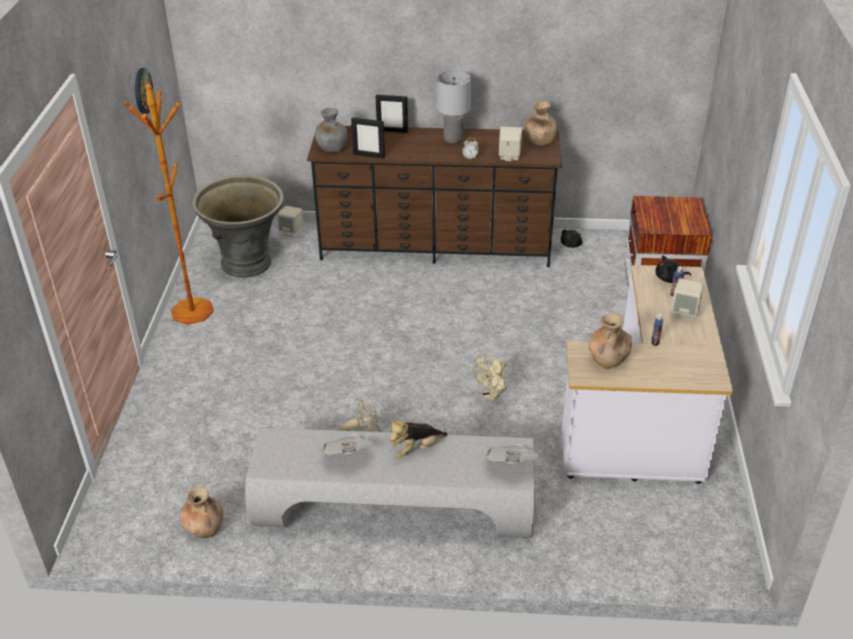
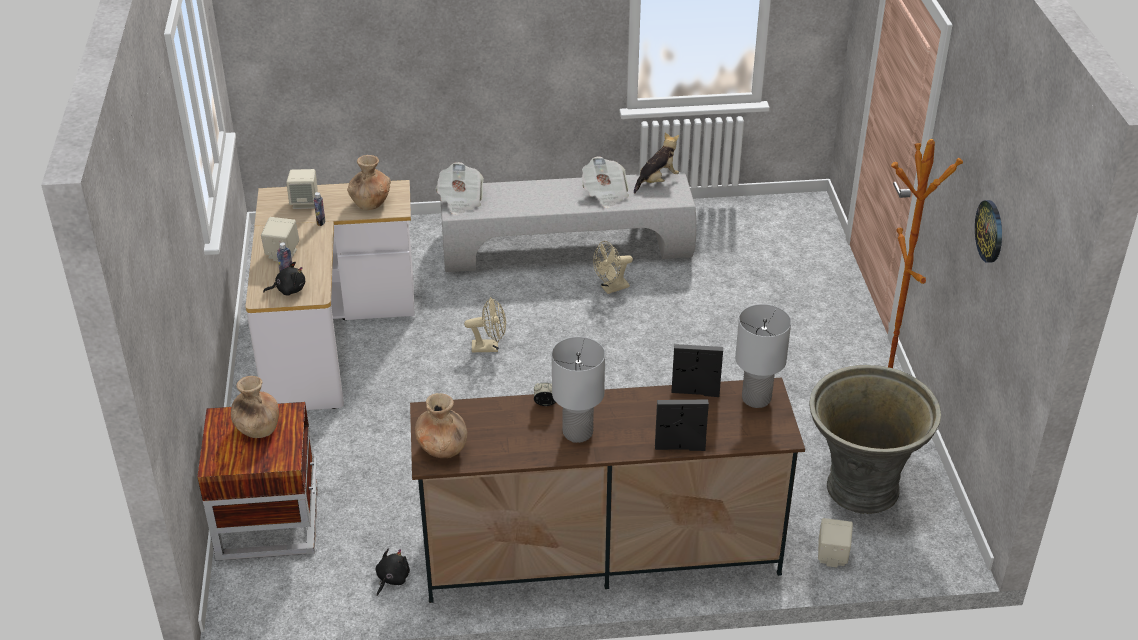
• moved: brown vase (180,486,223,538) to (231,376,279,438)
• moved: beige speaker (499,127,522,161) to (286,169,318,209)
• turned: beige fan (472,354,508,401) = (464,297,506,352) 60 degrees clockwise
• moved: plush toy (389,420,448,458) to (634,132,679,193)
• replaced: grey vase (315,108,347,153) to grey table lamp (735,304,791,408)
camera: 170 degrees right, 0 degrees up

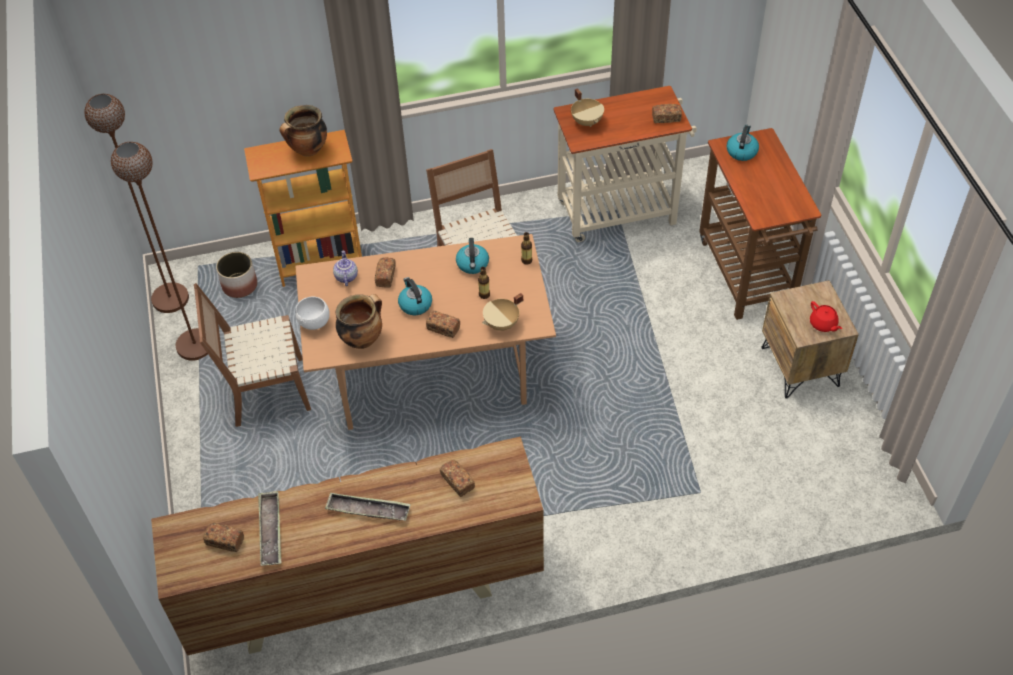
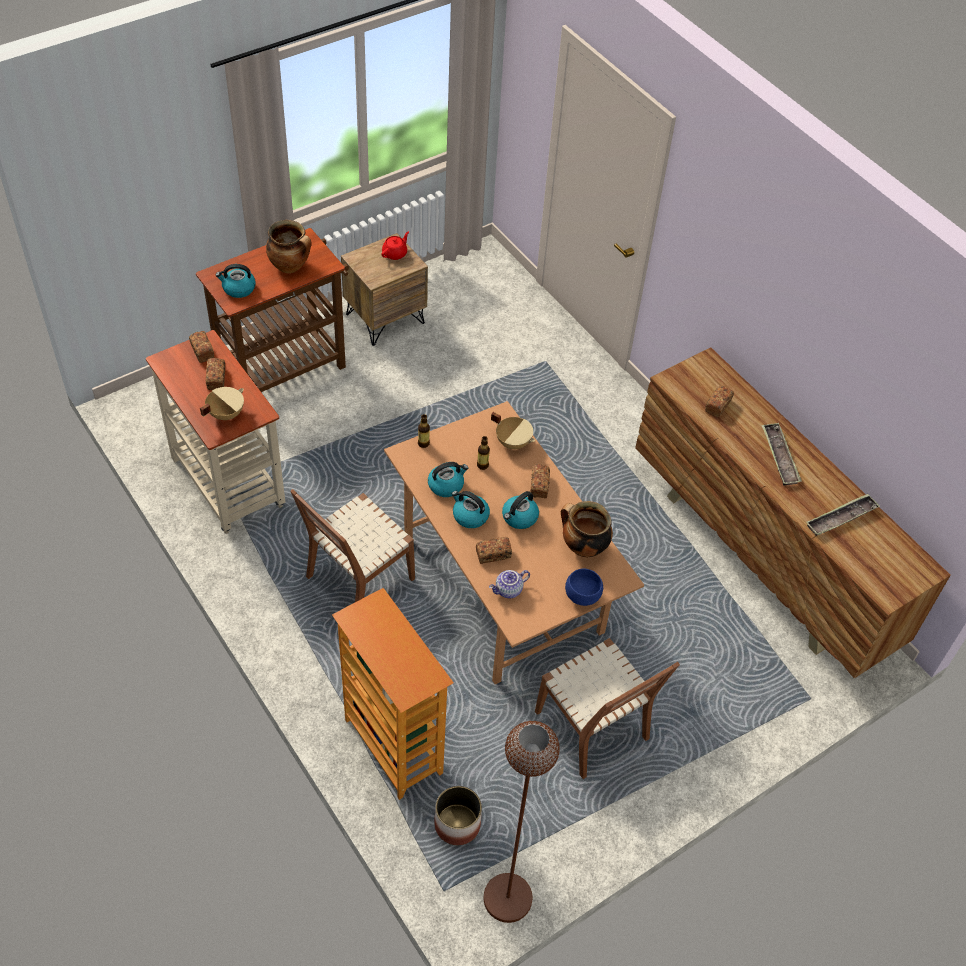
• moved: bread (203,523,244,552) to (206,358,225,390)
• moved: cooking pot (279,105,327,157) to (266,220,312,273)
• added: kettle (452,491,490,528)
• recoloured: white bowl (295,297,330,330) to blue bowl (565,569,603,606)
• removed: brown floor lamp (111,142,208,361)
camera: 115 degrees left, 0 degrees up

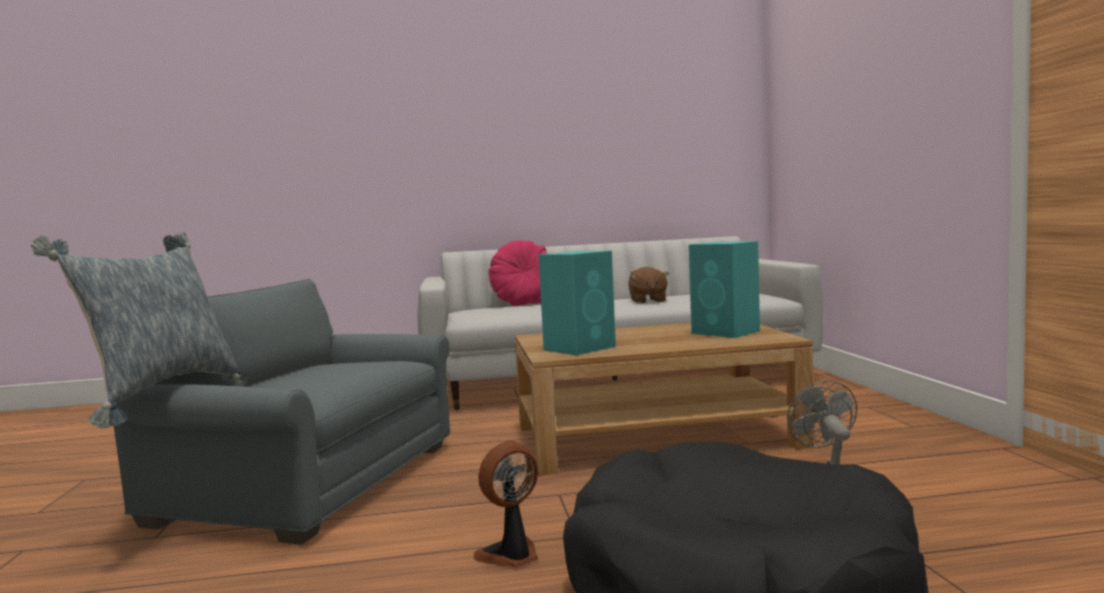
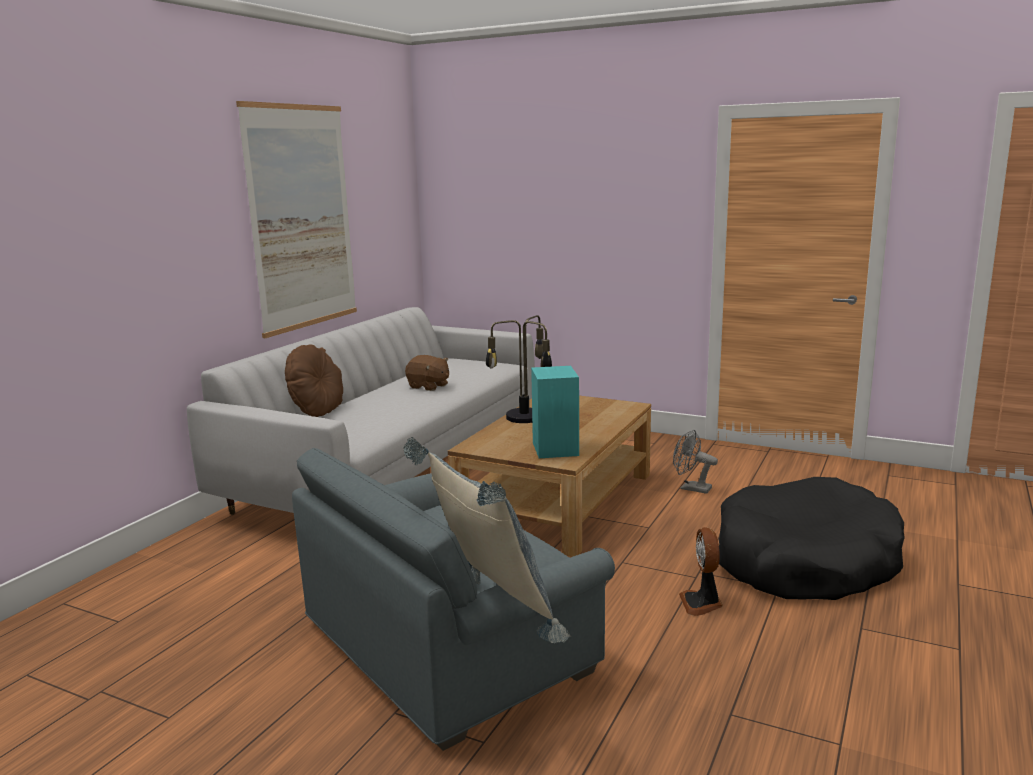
• added: picture (236,101,357,338)
• recoloured: pink pillow (488,240,547,306) to brown pillow (285,344,343,417)
• added: table lamp (486,315,552,423)
• removed: turquoise speaker (689,241,760,338)
camera: 55 degrees left, 10 degrees up

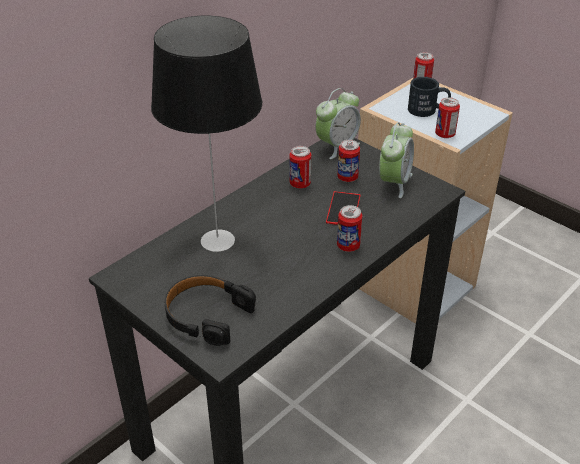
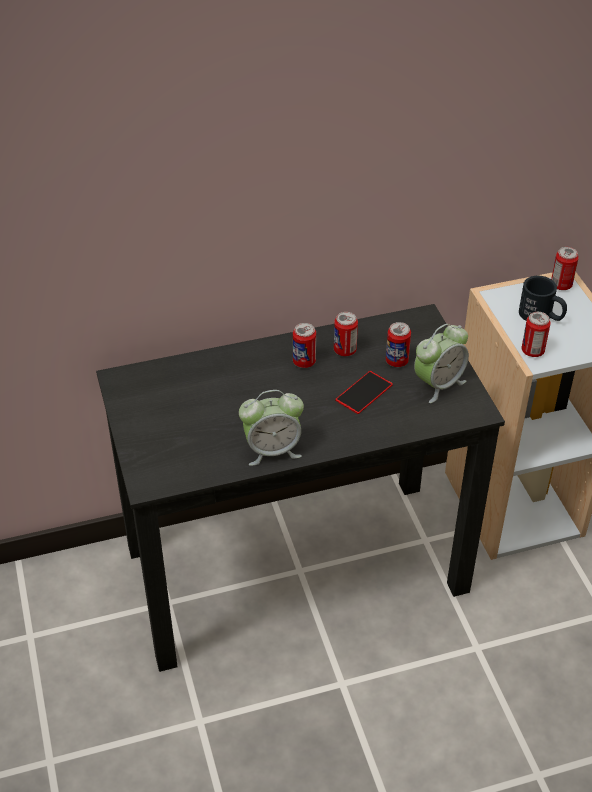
• moved: alarm clock (315,88,361,159) to (239,390,304,466)
• moved: can (337,205,362,252) to (293,323,316,368)
• removed: table lamp (151,16,262,252)
• removed: black headphones (165,275,256,346)
camera: 30 degrees right, 5 degrees up

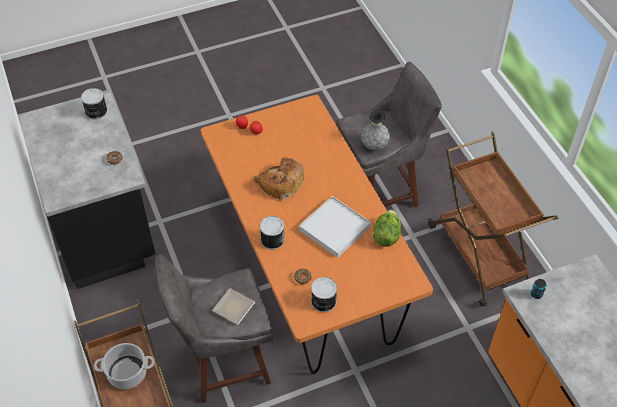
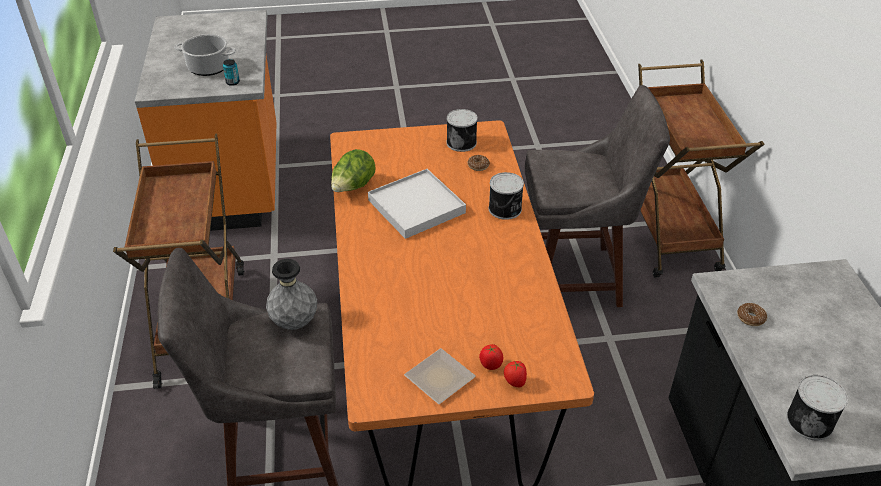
• moved: cooking pot (94,343,155,389) to (174,34,236,76)
• moved: plate (212,288,255,325) to (404,348,476,404)
• removed: bread (254,157,304,201)
camera: 165 degrees left, 10 degrees down

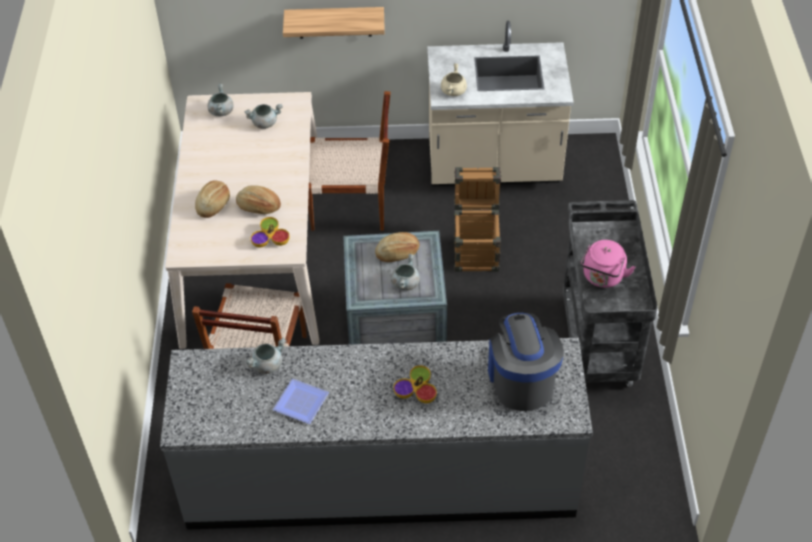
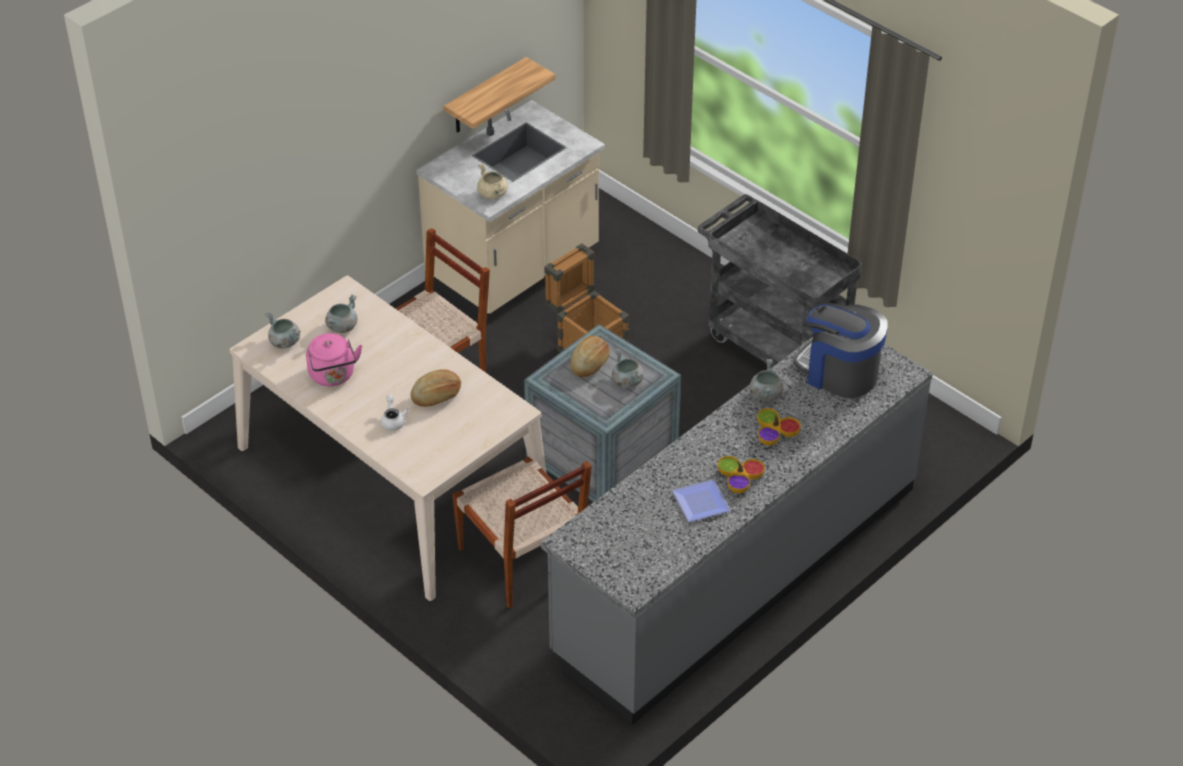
• moved: pink kettle (580,240,635,288) to (306,333,362,386)
• replaced: bread (195,180,230,218) to white teapot (381,395,409,431)
• moved: shelf (283,7,385,38) to (444,57,556,133)
• moved: bowl (251,217,290,248) to (718,456,765,493)
• moved: grey cooking pot (246,338,286,374) to (750,359,783,401)
camera: 45 degrees left, 5 degrees down

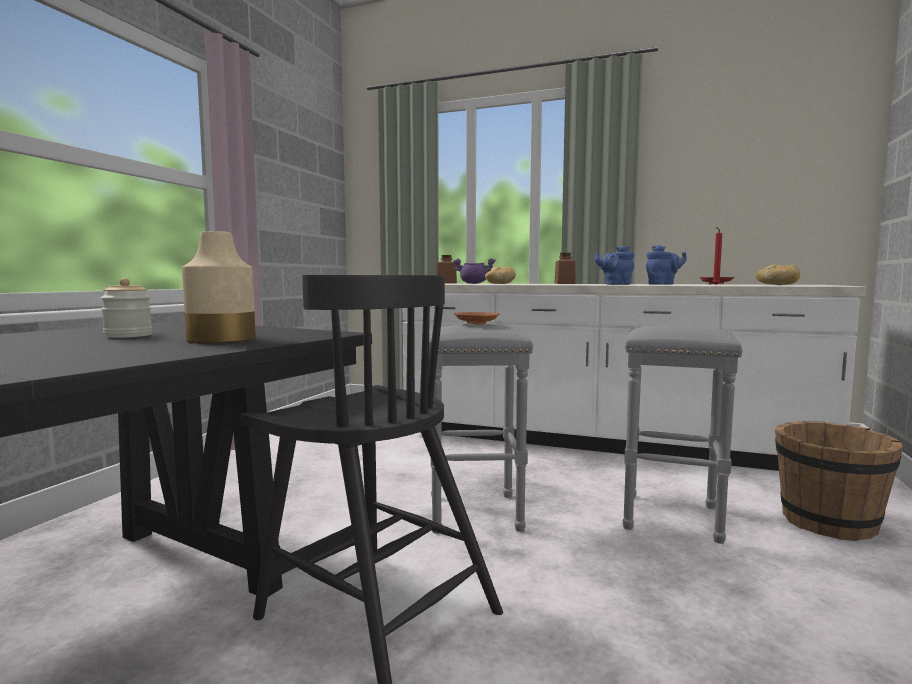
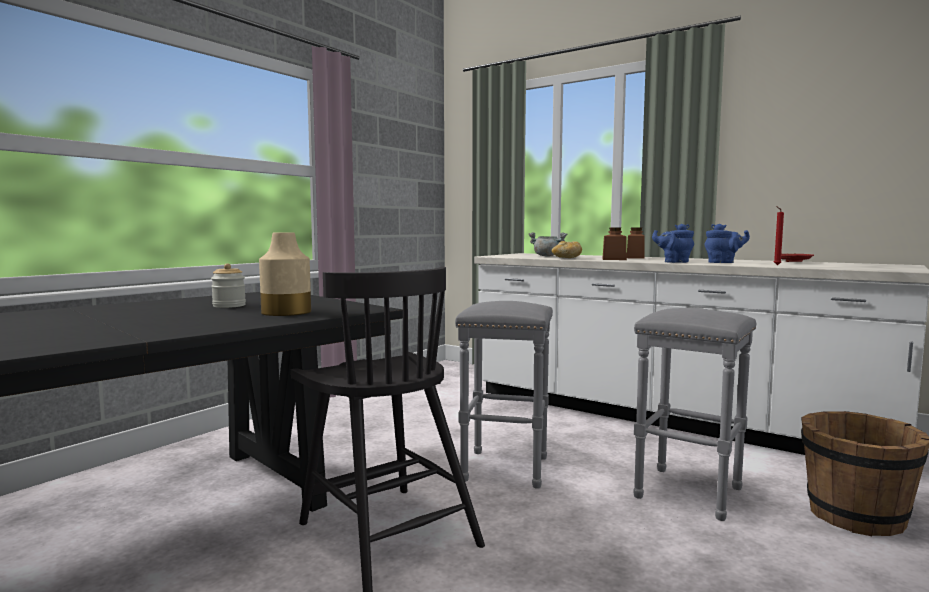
• recoloured: purple cooking pot (454,258,495,284) to grey cooking pot (529,232,567,256)
• moved: brown jar (437,255,457,283) to (602,227,627,260)
• removed: brown plate (453,312,499,324)
• removed: bread (755,264,800,285)
camera: 15 degrees right, 0 degrees up

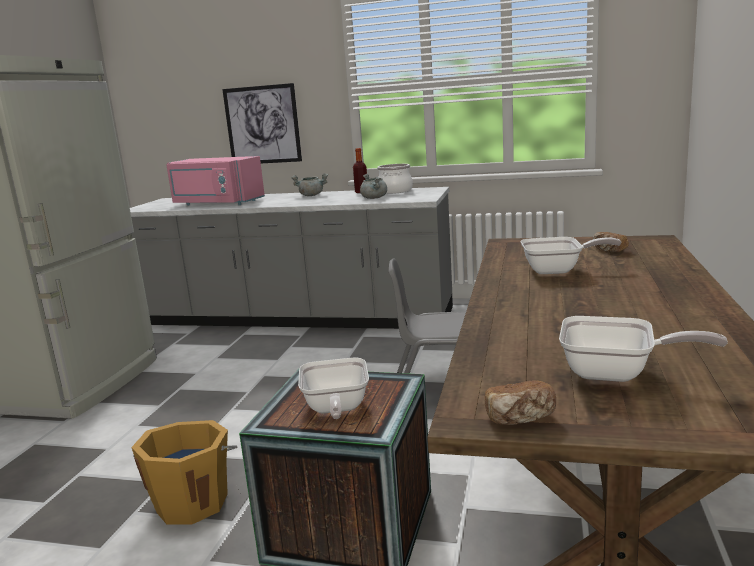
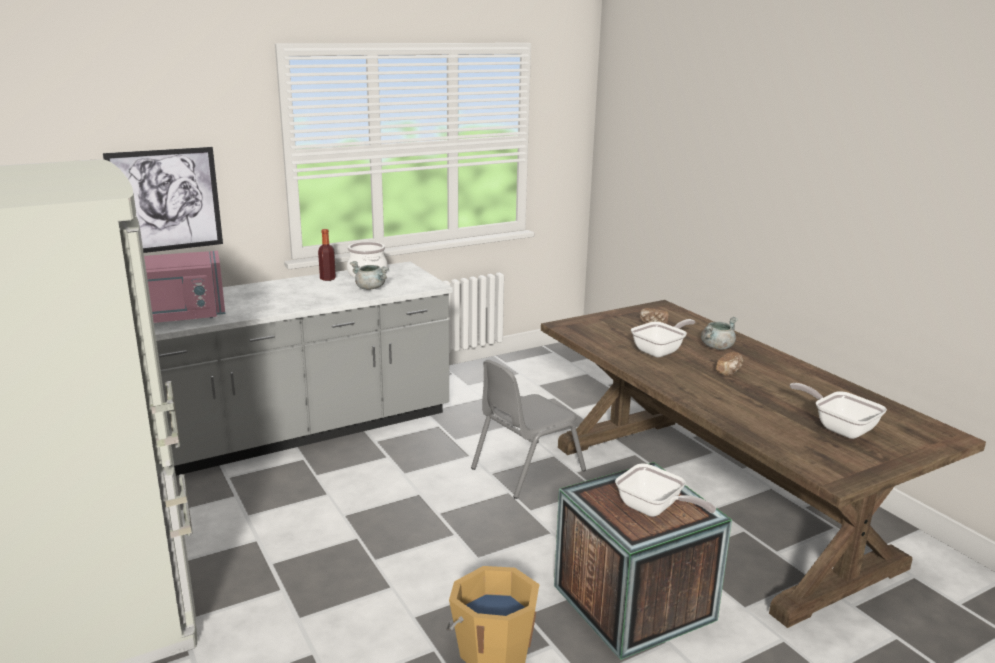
• moved: grey cooking pot (291,173,328,196) to (701,317,738,350)
• moved: bread (485,380,556,425) to (716,352,744,376)
• turned: frying pan (559,316,728,382) = (790,383,887,439) 105 degrees counterclockwise
camera: 45 degrees left, 5 degrees up

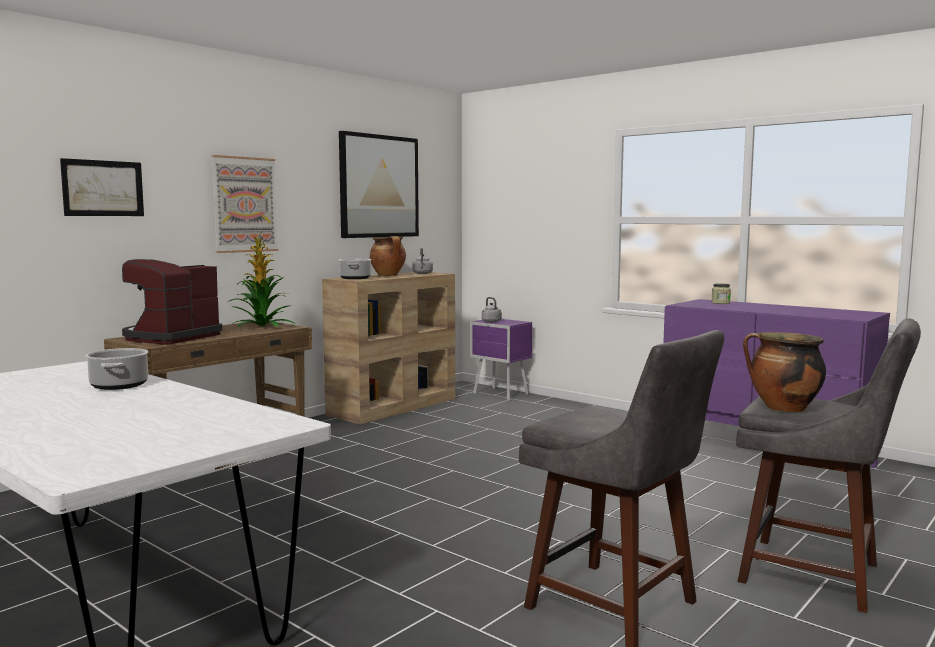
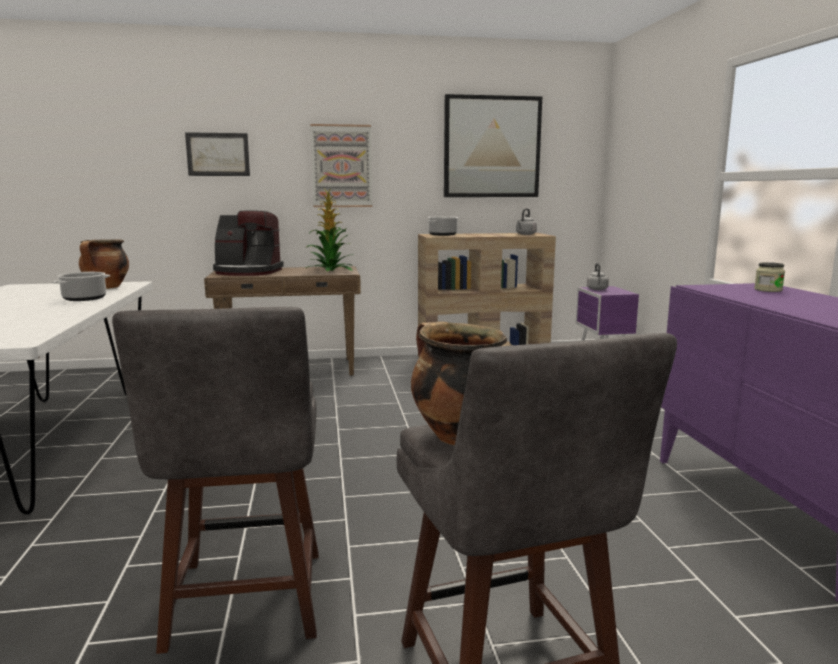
• moved: cooking pot (370,236,406,276) to (79,240,129,289)
• turned: coffee machine (122,259,222,344) = (213,210,284,276) 150 degrees counterclockwise
camera: 40 degrees right, 5 degrees up

